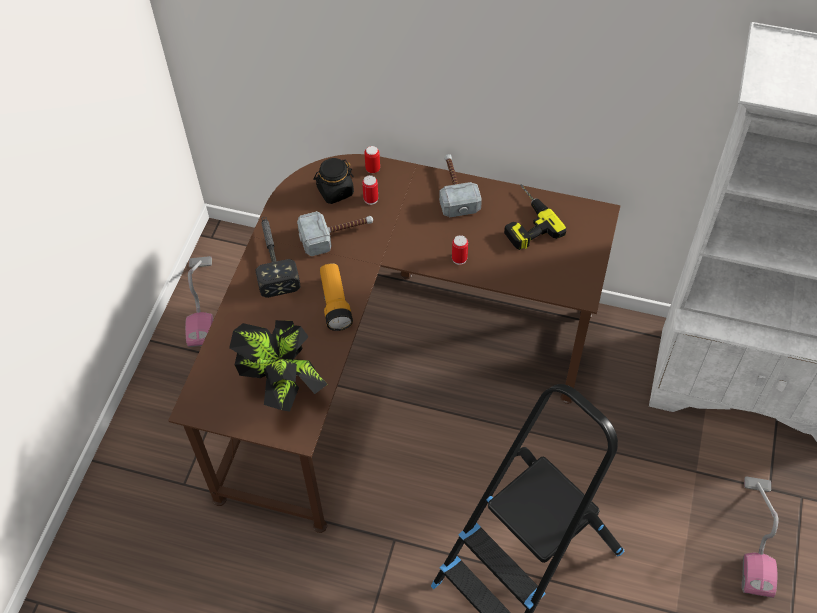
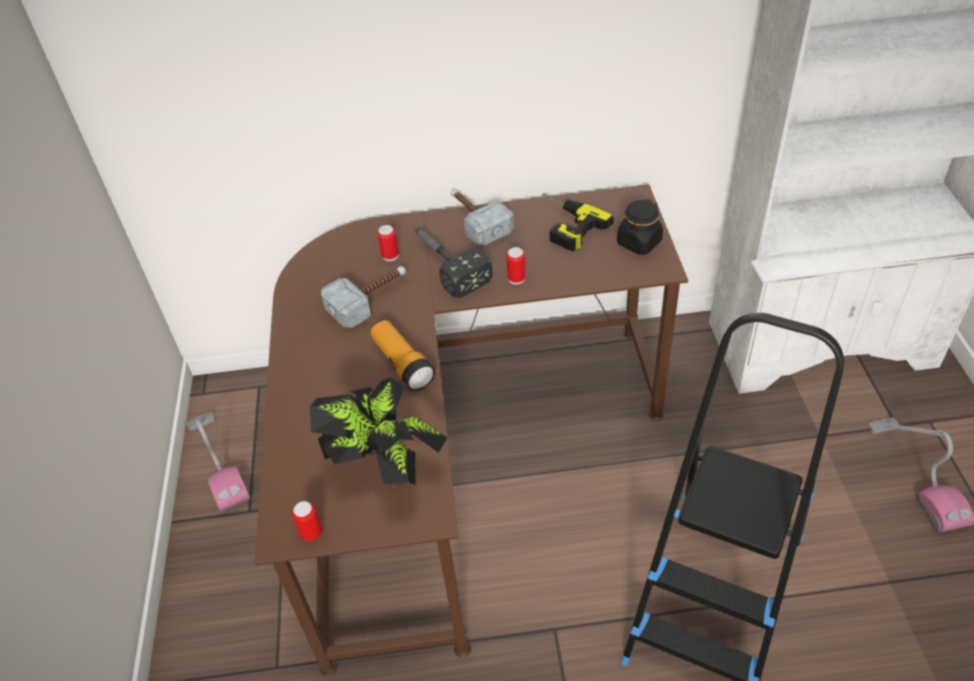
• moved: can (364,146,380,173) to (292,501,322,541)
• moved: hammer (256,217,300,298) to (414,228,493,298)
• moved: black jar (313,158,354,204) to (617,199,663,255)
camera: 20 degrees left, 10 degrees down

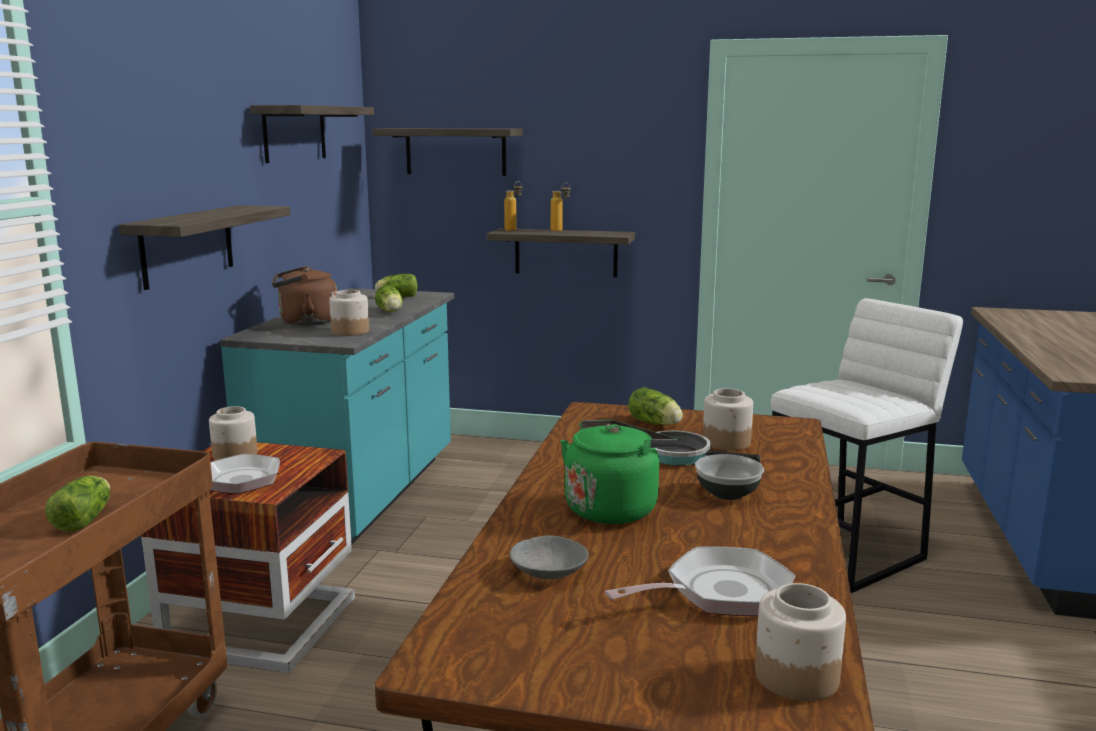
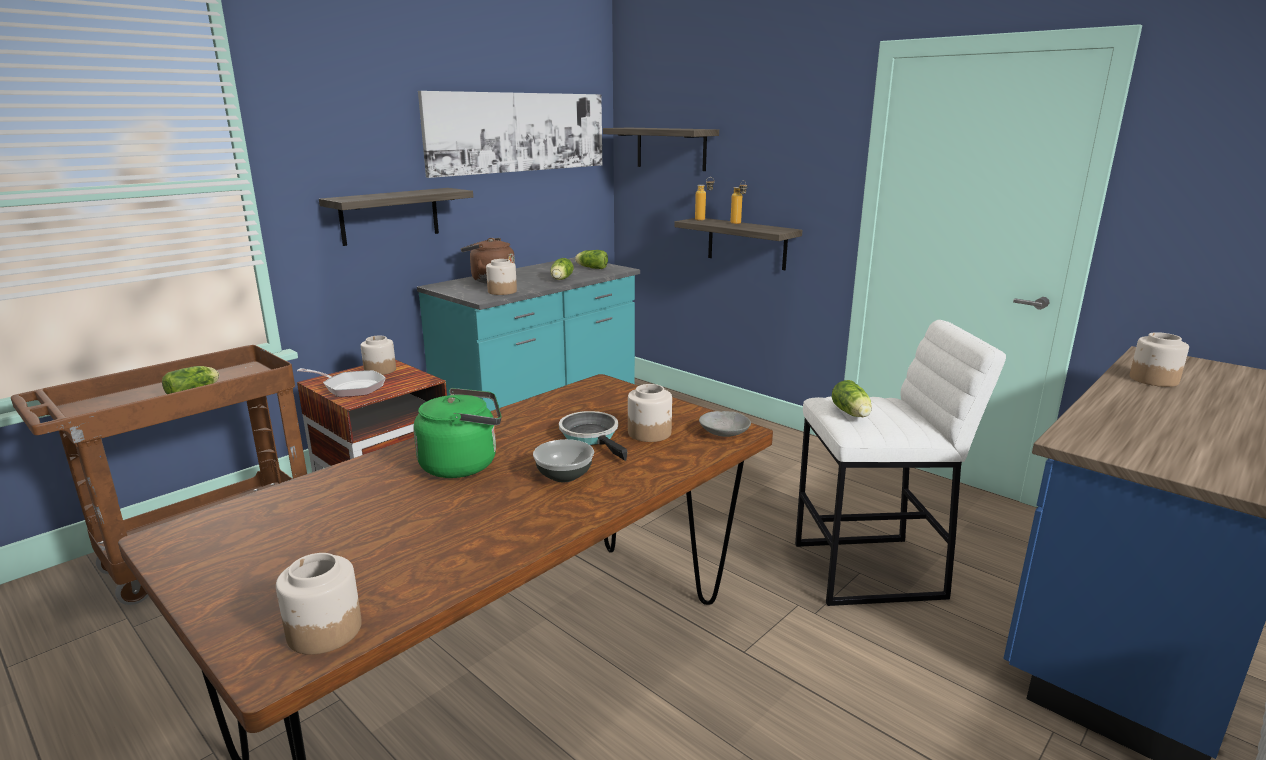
• replaced: shelf (250,105,374,163) to picture (418,91,602,178)
• moved: grey bowl (510,535,589,579) to (699,411,751,437)
• moved: lettuce (628,387,683,425) to (832,380,872,417)
• added: jar (1130,332,1189,387)
• removed: frying pan (605,546,796,616)
camera: 30 degrees right, 5 degrees up

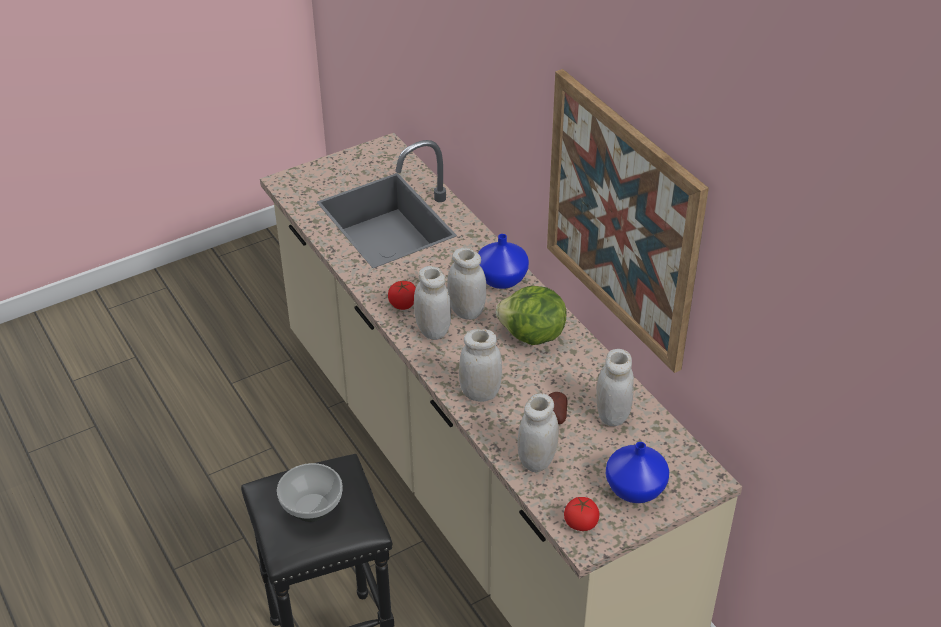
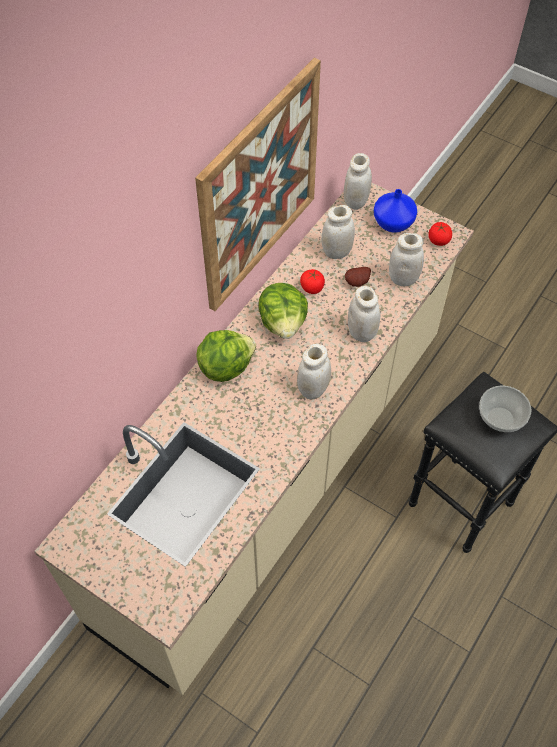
• replaced: blue vase (478,234,529,289) to lettuce (196,330,256,382)
• moved: tomato (388,281,416,310) to (300,269,325,294)
• moved: white jar (447,248,486,320) to (344,153,372,210)
camera: 115 degrees left, 15 degrees up

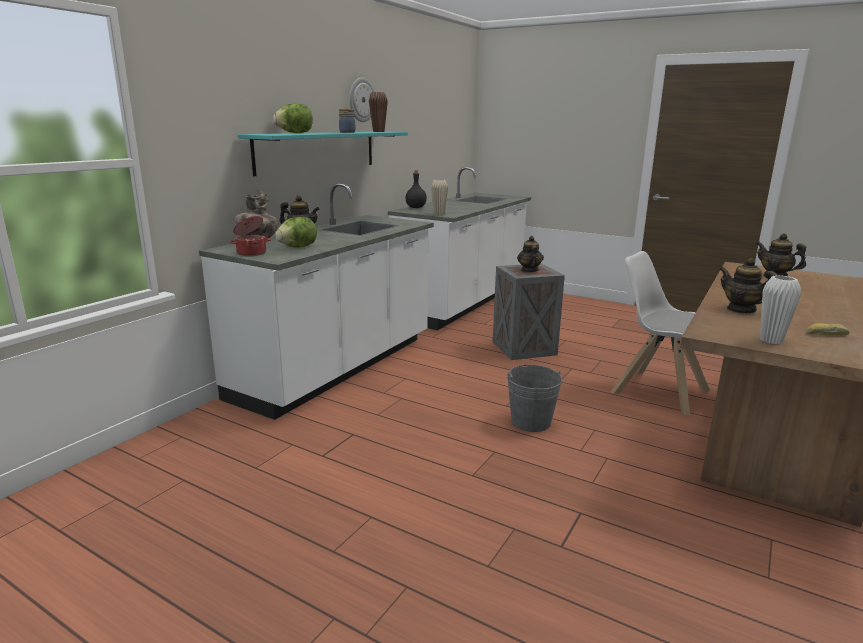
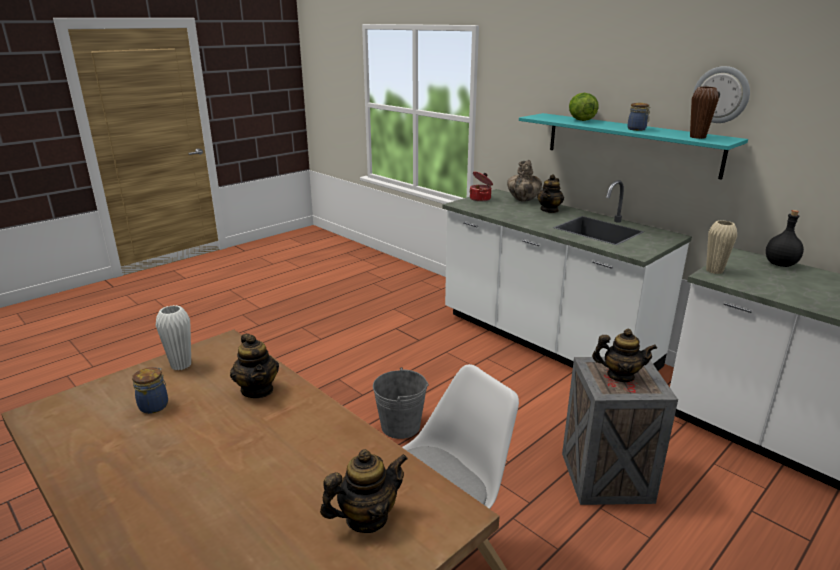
• replaced: bread (806,324,850,335) to jar (132,367,168,414)
• turned: teapot (719,258,778,314) = (230,334,279,398) 90 degrees clockwise
• removed: lettuce (275,217,317,247)
camera: 105 degrees right, 5 degrees up

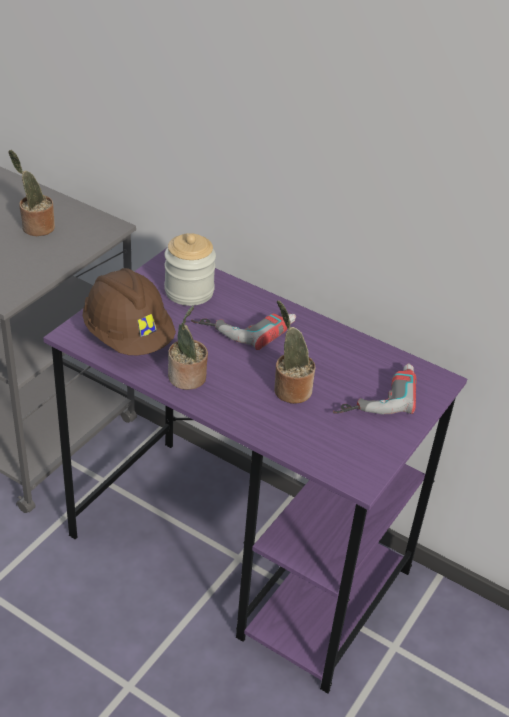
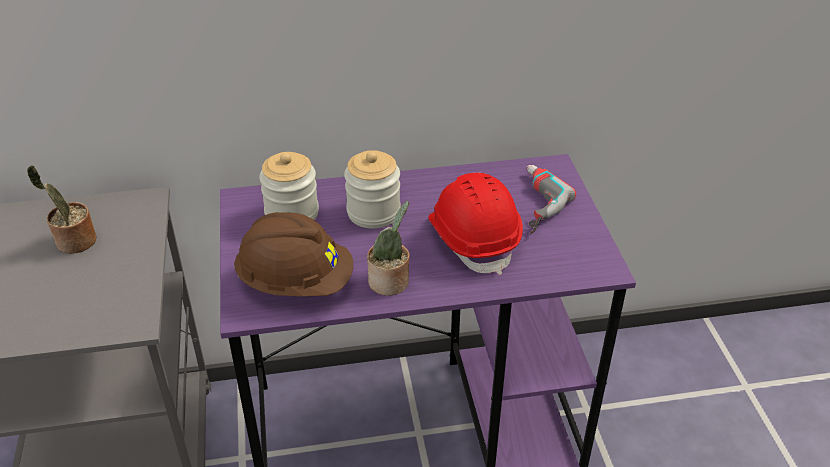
• replaced: power drill (191,314,296,350) to jar (344,150,401,229)
• replaced: potted plant (274,300,315,404) to red hard hat (429,173,523,275)
camera: 40 degrees left, 0 degrees up

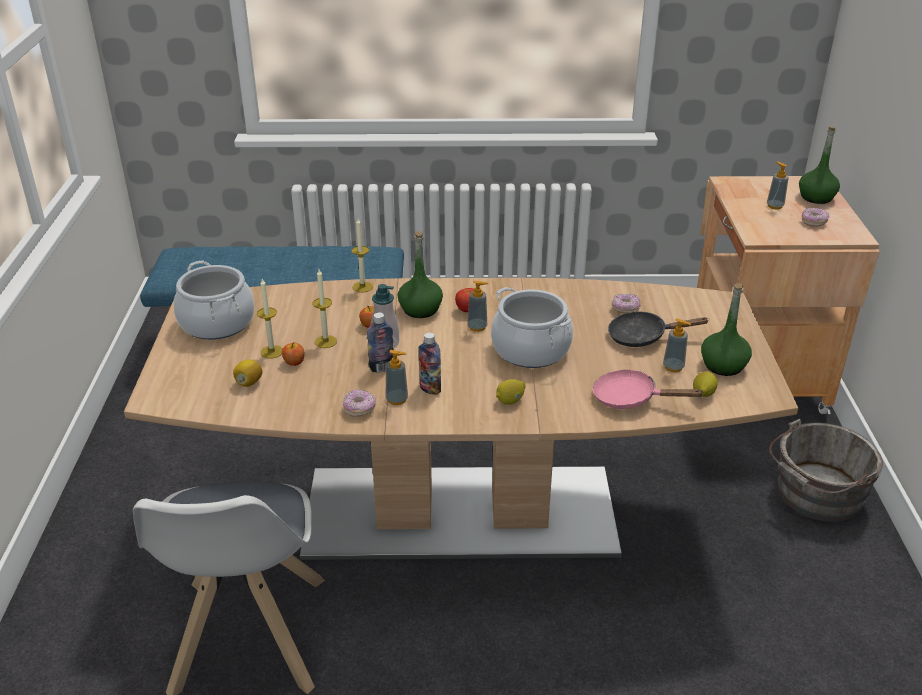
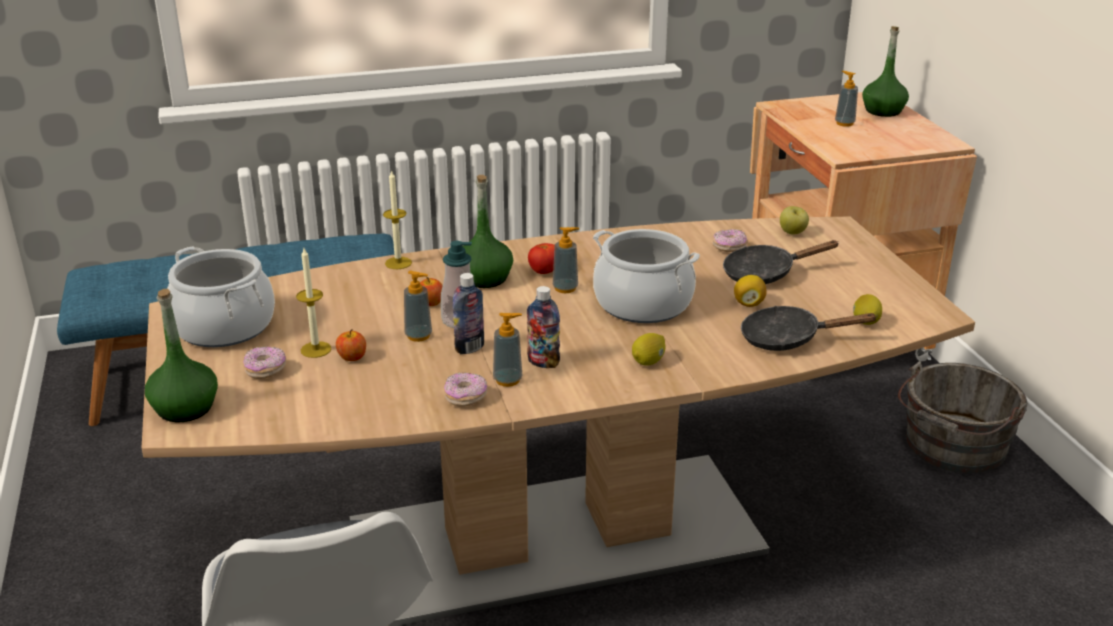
• moved: green bottle (701,283,752,376) to (145,289,218,422)
• moved: donut (802,208,829,227) to (243,346,286,379)
• moved: soap dispenser (663,318,691,372) to (404,270,432,342)
• moved: lemon (233,359,262,387) to (734,275,766,307)
• recoloured: pink frying pan (593,369,704,409) to black frying pan (741,306,878,351)
• added: apple (780,206,809,234)
• removed: candle (313,269,337,348)
camera: 15 degrees left, 5 degrees down

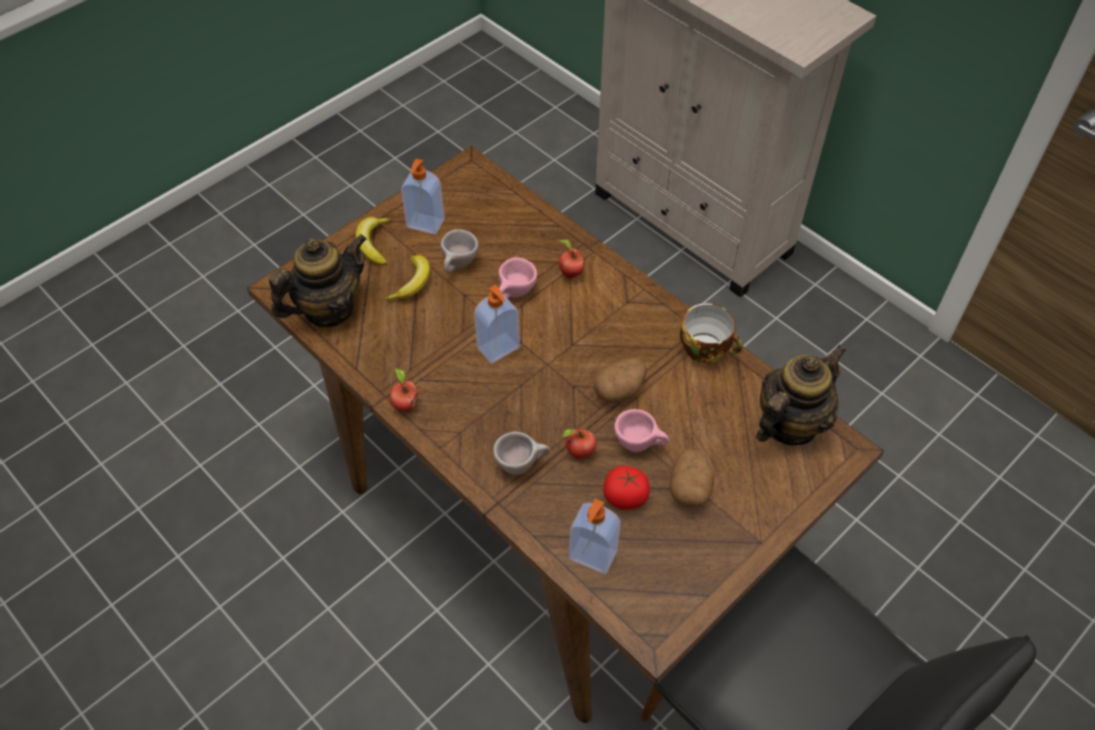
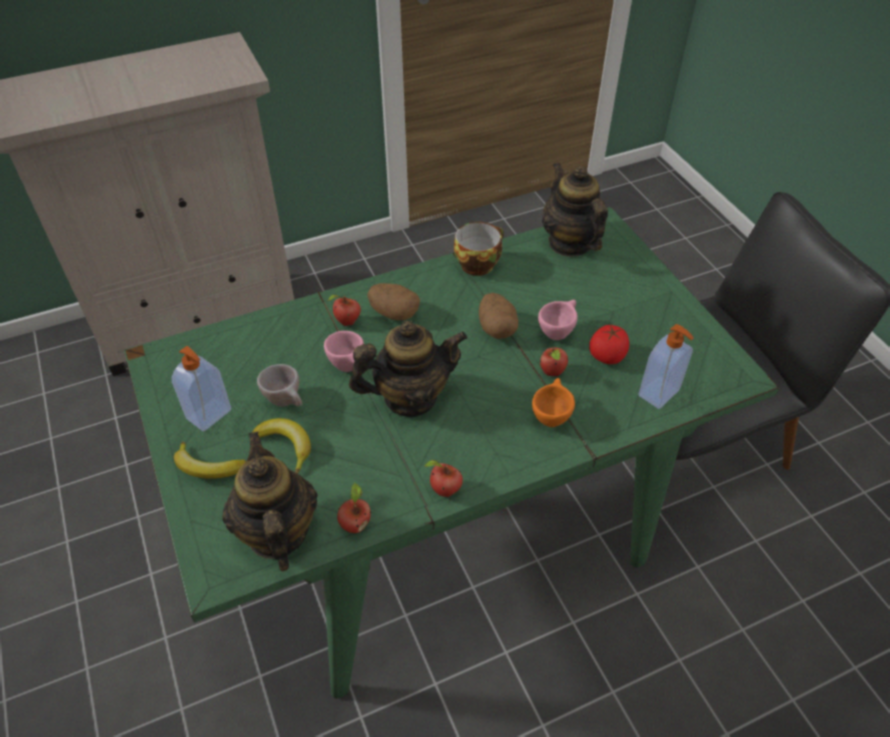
• recoloured: brown dining table (247,146,884,723) to green dining table (124,207,779,698)
• added: apple (337,483,371,533)
• replaced: soap dispenser (474,285,520,363) to teapot (349,321,467,417)
• moved: potato (669,449,715,508) to (367,283,420,320)
• recoloured: beige cup (493,432,551,475) to orange cup (532,378,575,427)
camera: 70 degrees left, 5 degrees down

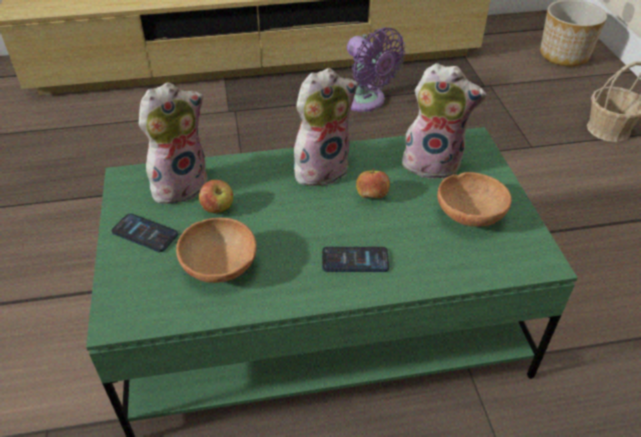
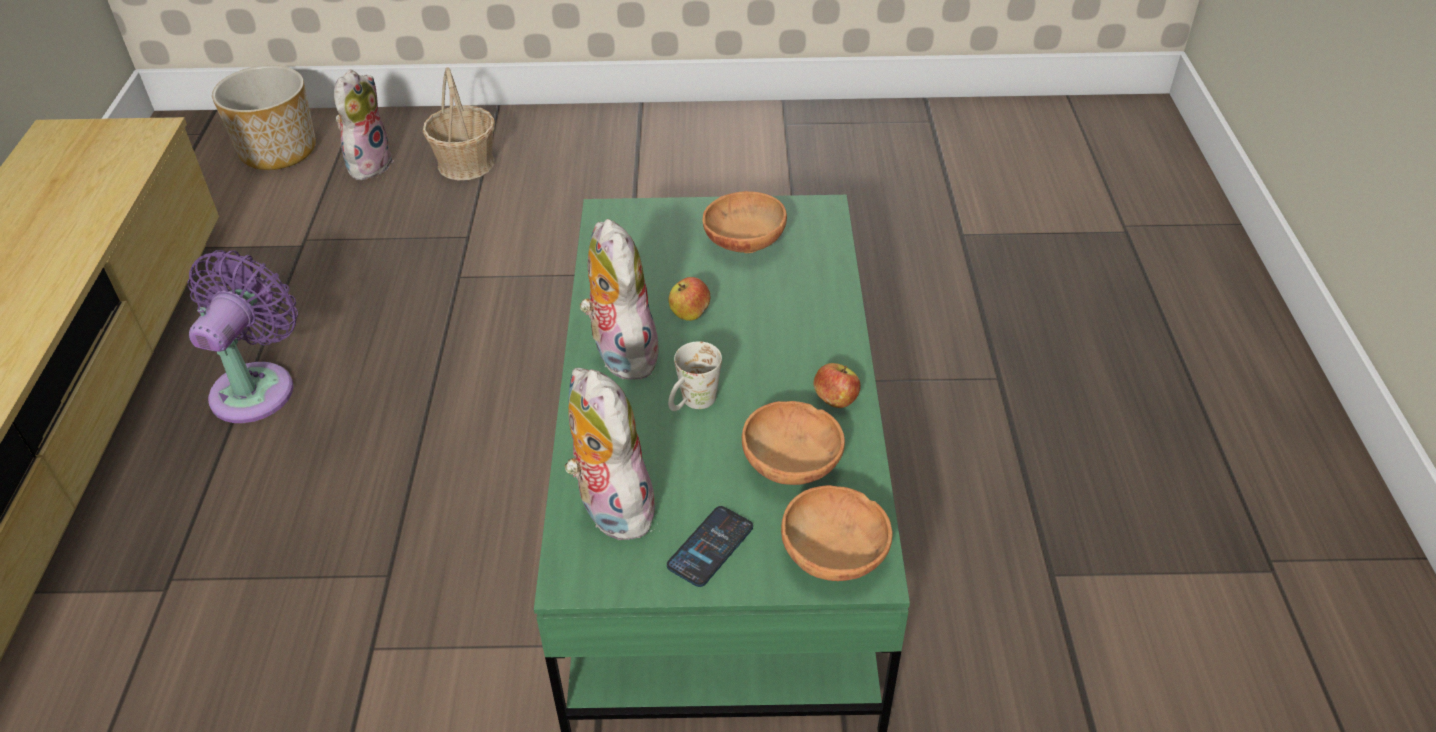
• turned: purple fan (347,27,405,112) = (187,250,298,423) 45 degrees counterclockwise
• moved: plush toy (400,63,487,179) to (334,70,394,180)
• added: white mug (668,342,722,411)
• added: brown bowl (781,485,893,581)
• moved: apple (199,180,233,213) to (814,363,860,408)
• removed: phone (322,247,389,272)
camera: 80 degrees left, 0 degrees up

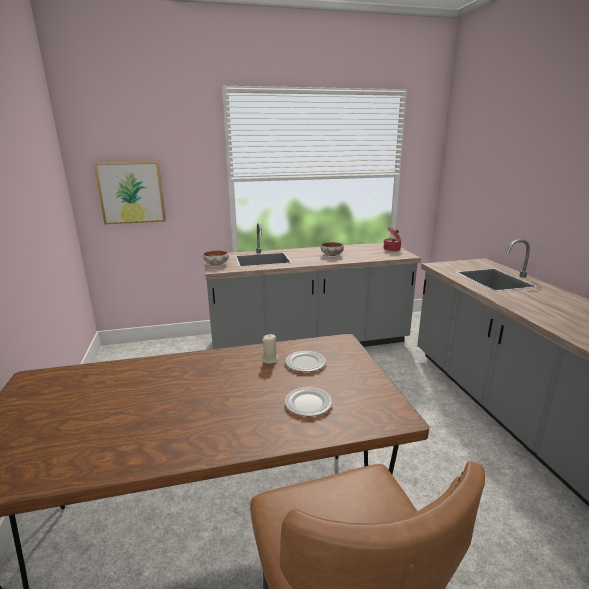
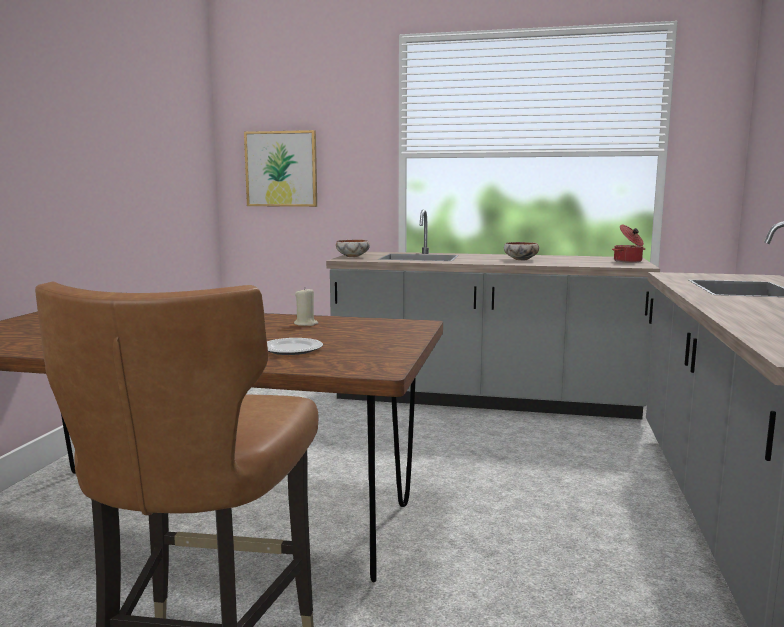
• removed: plate (285,351,326,372)
camera: 25 degrees right, 10 degrees down

